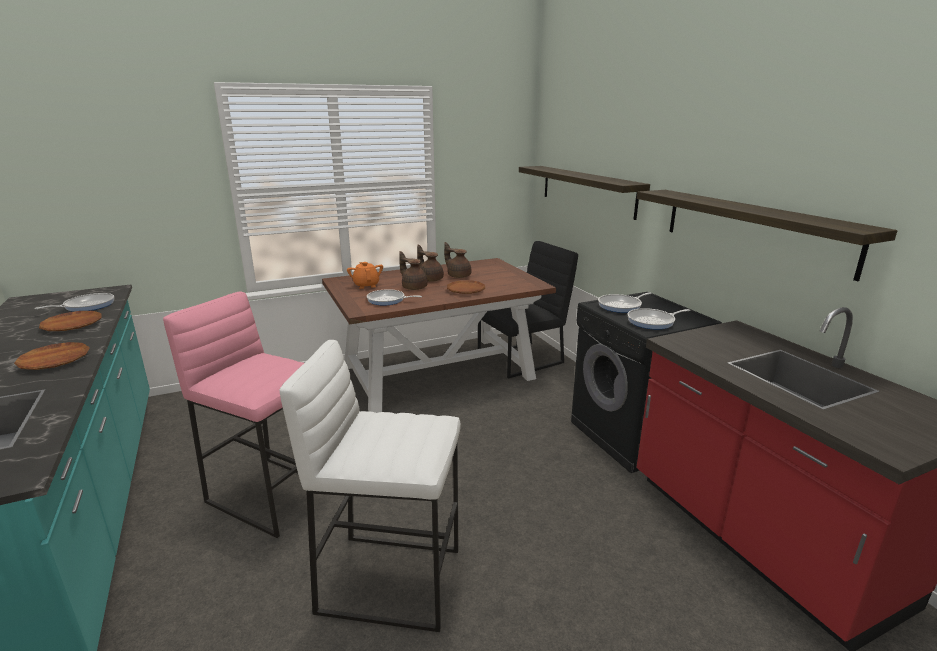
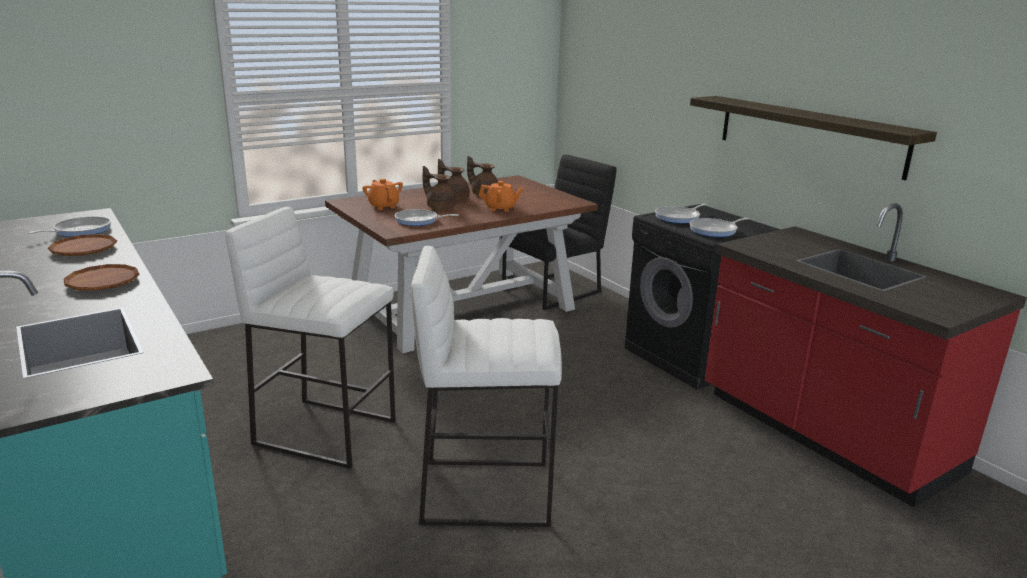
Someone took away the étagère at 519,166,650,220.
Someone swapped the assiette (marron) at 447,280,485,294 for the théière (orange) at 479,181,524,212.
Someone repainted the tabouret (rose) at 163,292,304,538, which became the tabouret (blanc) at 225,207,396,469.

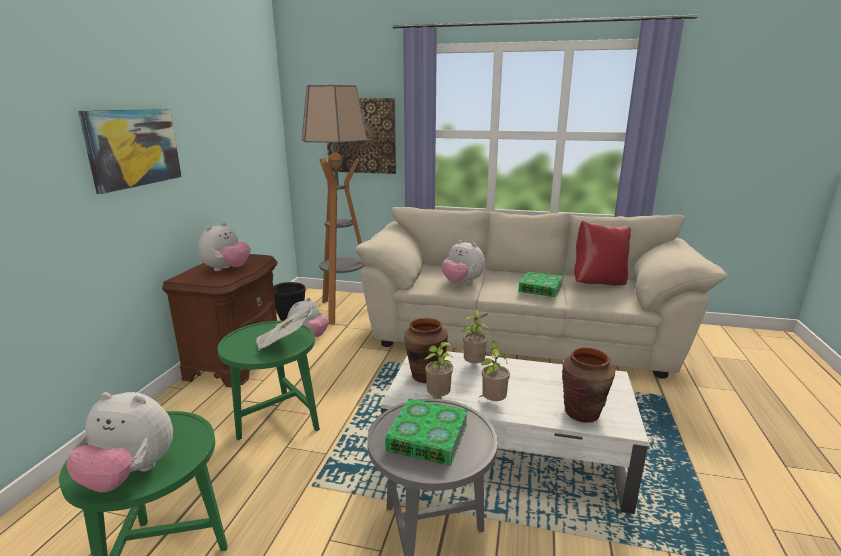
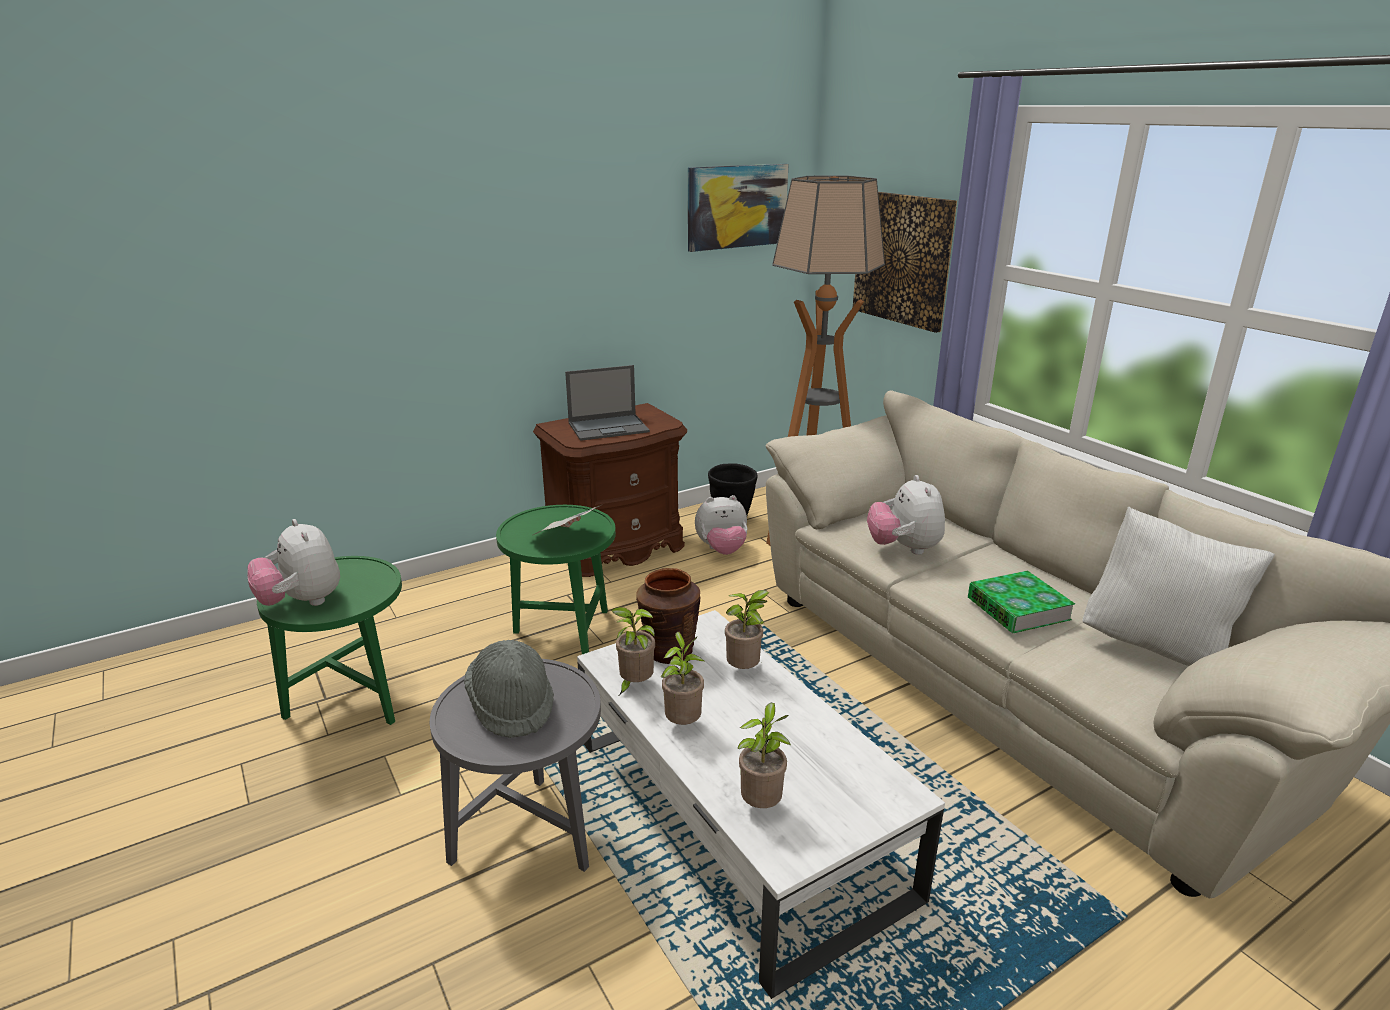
Someone carried the tableau from 78,109,182,194 to 688,164,789,252.
Someone repainted the coussin (rouge) at 574,220,631,285, which became the coussin (blanc) at 1083,507,1275,666.
Someone swapped the peluche at 198,222,250,271 for the ordinateur portable at 565,365,650,441.
Someone swapped the vase (marron) at 562,347,615,423 for the plante en pot at 738,702,791,808.
Someone swapped the livre at 385,399,468,466 for the chapeau (gris) at 464,640,554,738.

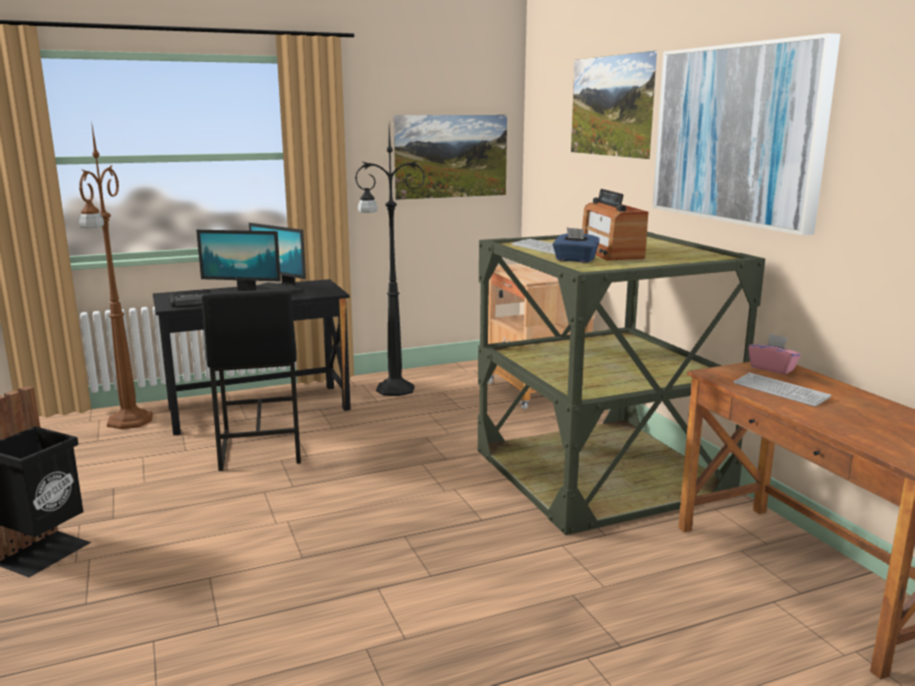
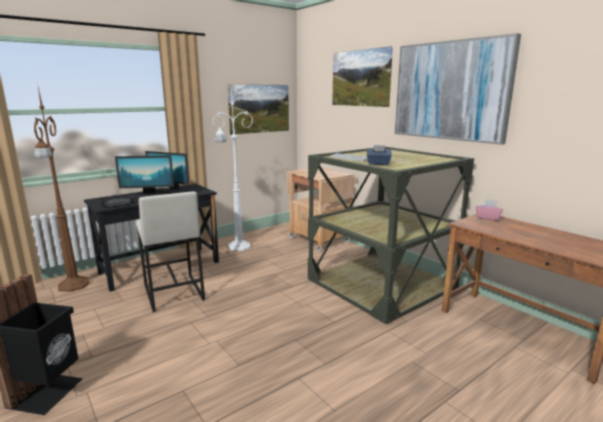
Someone repainted the lampadaire (noir) at 355,127,425,396, which became the lampadaire (blanc) at 213,96,253,251.
Someone took away the radio at 582,189,648,260.
Someone repainted the tabouret (noir) at 202,289,301,471, which became the tabouret (beige) at 136,191,205,312.
Someone took away the clavier at 733,373,831,407.

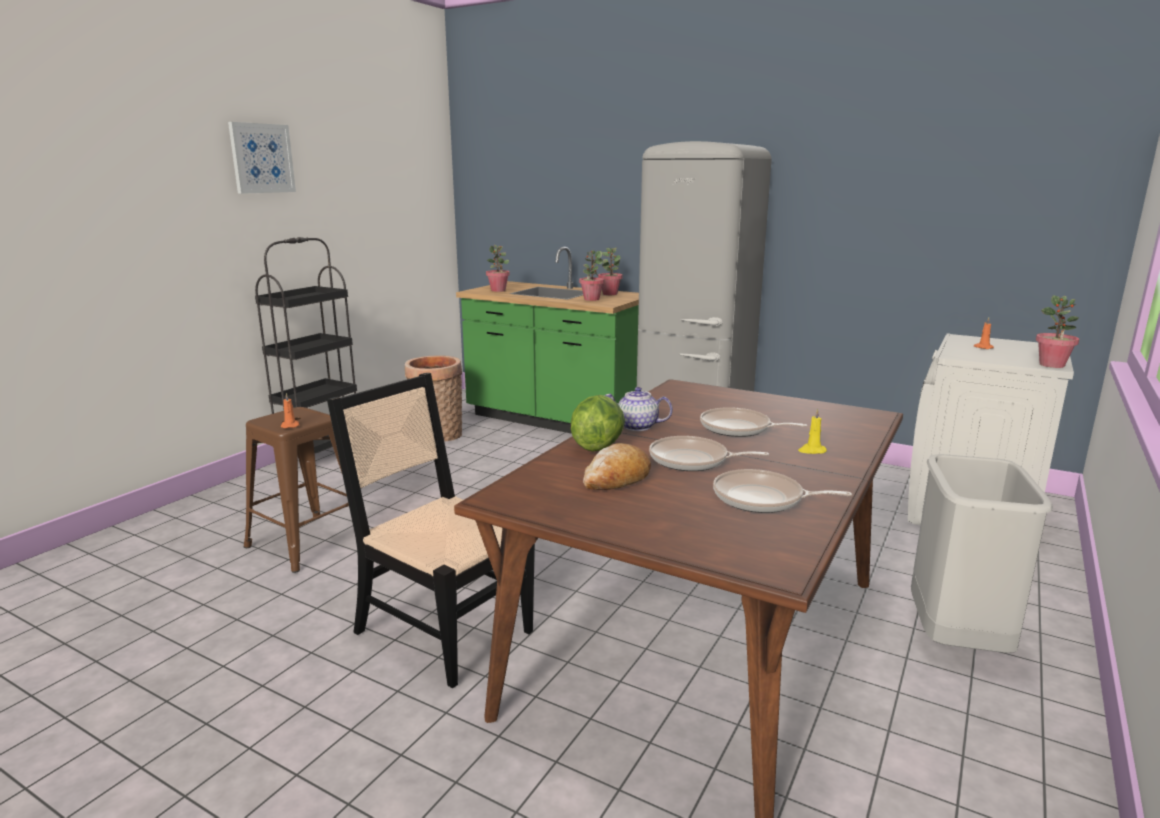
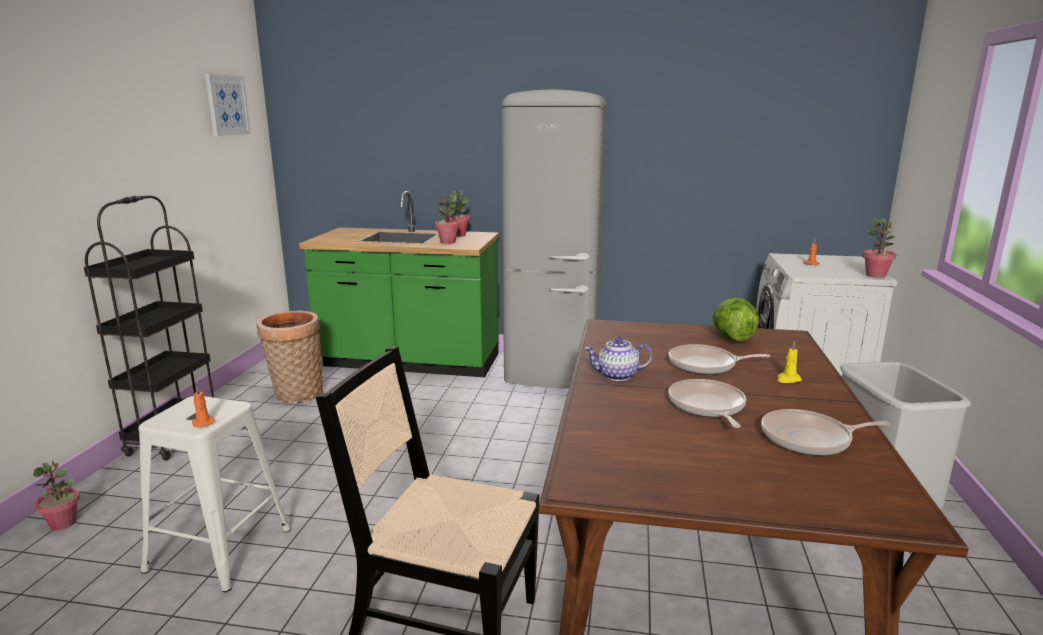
Someone carried the tableau from 228,122,296,194 to 205,74,251,136.
Someone carried the plante en pot from 486,245,510,292 to 33,460,80,530.
Someone carried the laitue from 570,395,625,452 to 713,297,759,342.
Someone repainted the tabouret (marron) at 244,407,349,573, which became the tabouret (blanc) at 139,396,291,592.
Someone rotated the poêle at 649,436,769,471 by 90 degrees clockwise.
Someone took away the pain at 583,443,651,490.

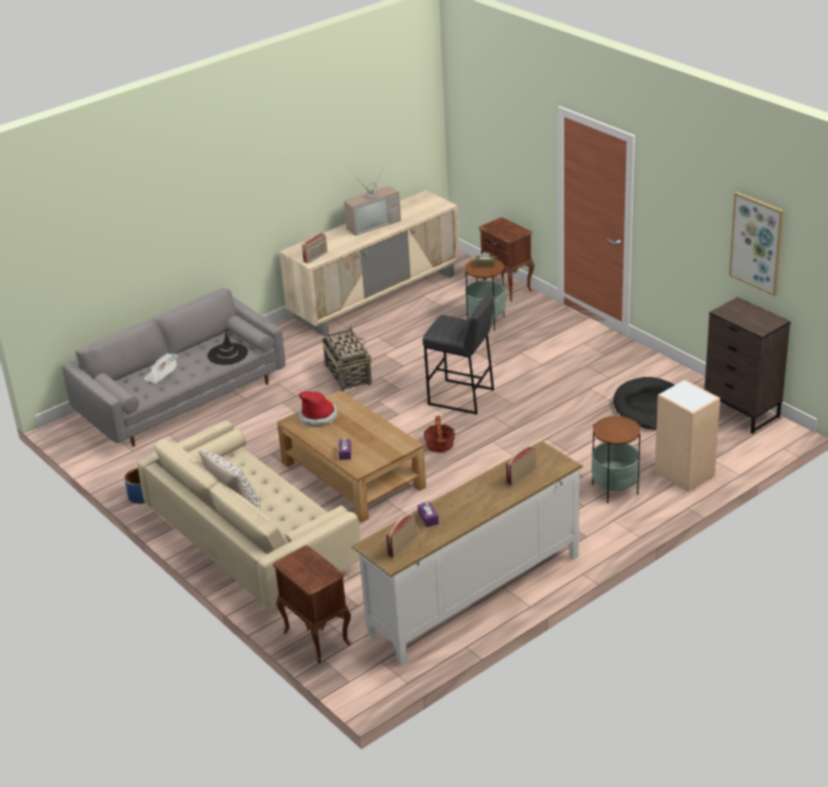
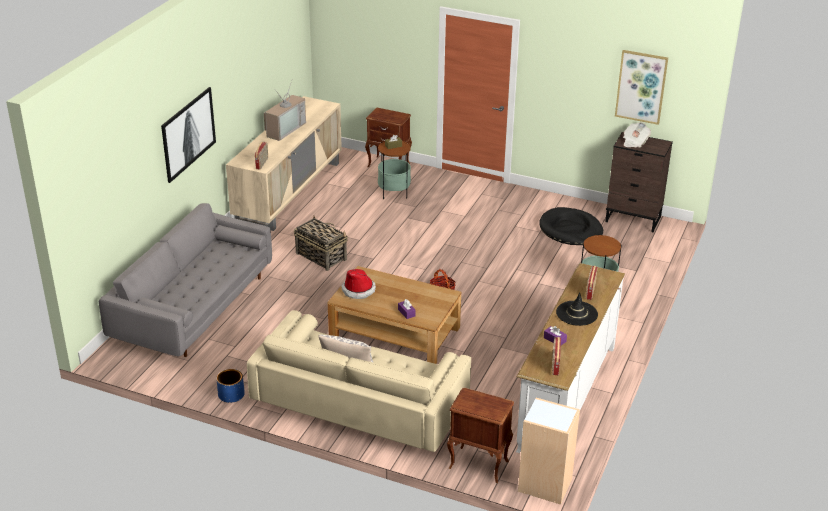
Someone took away the tabouret (gris) at 422,294,494,414.
Someone carried the chapeau (noir) from 207,334,248,365 to 556,293,598,326.
Someone carried the journal from 144,353,178,384 to 623,122,651,148.
Someone carried the bibliothèque from 655,380,720,492 to 518,398,580,505.
Someone put up the tableau at 161,87,216,183.

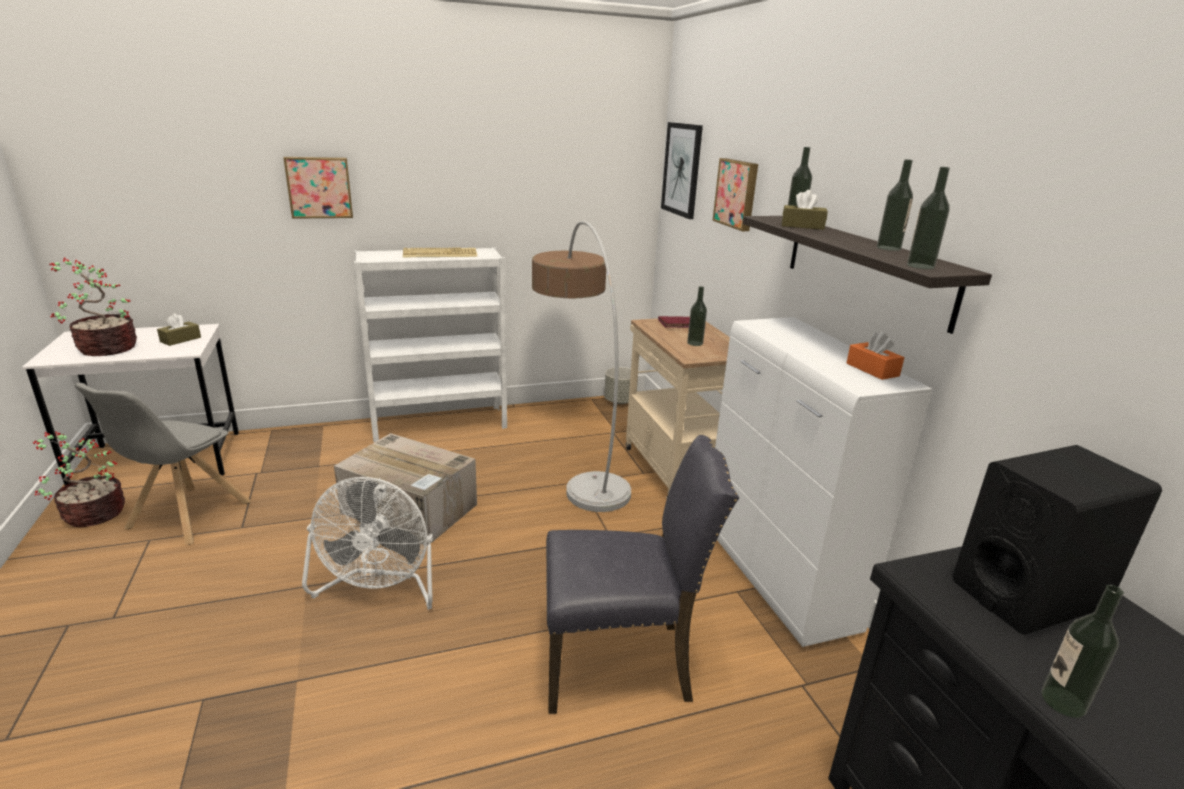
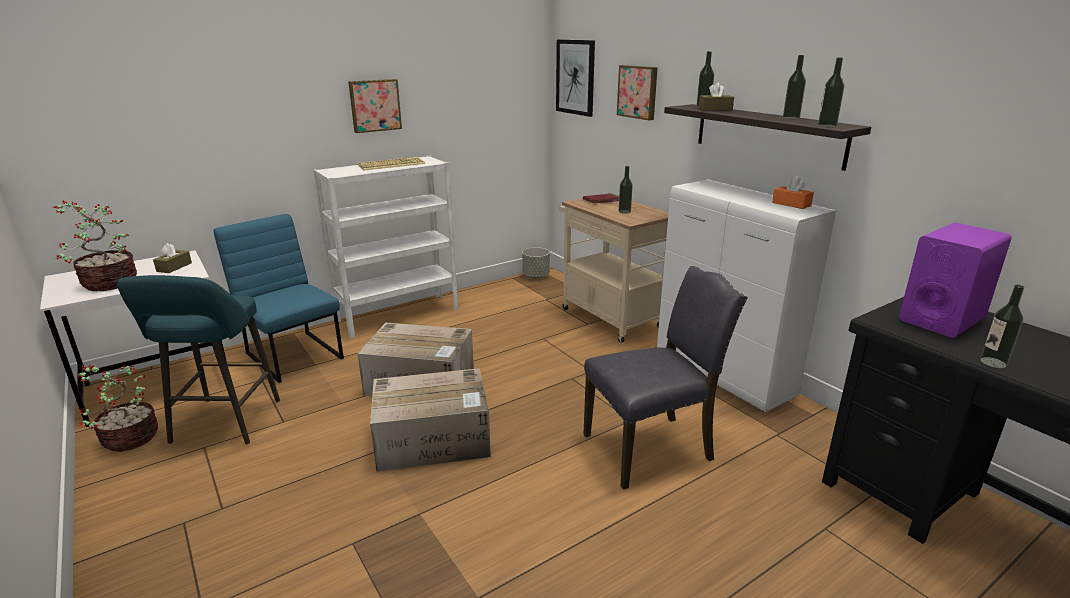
Someone carried the tableau from 283,157,353,219 to 348,79,402,133.
Someone took away the lampadaire at 532,221,631,512.
Someone swapped the chaise (gris) at 75,383,250,545 for the tabouret (turquoise) at 117,275,280,444.
Someone repainted the enceinte (noir) at 953,445,1162,635, which became the enceinte (violet) at 899,222,1012,338.
Someone swapped the ventilateur (blanc) at 302,476,433,610 for the carton at 370,368,491,472.
Someone put down the chaise (bleu) at 214,214,344,383.

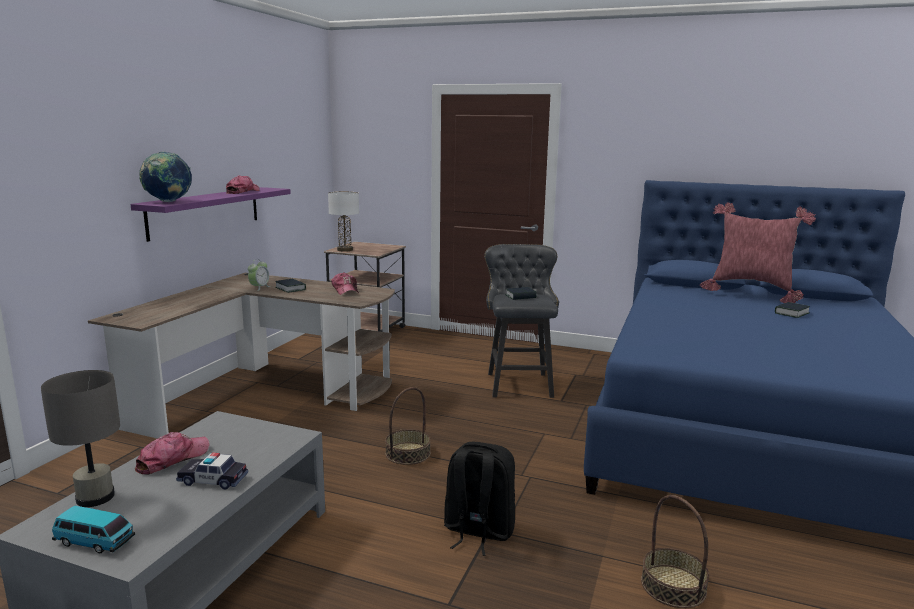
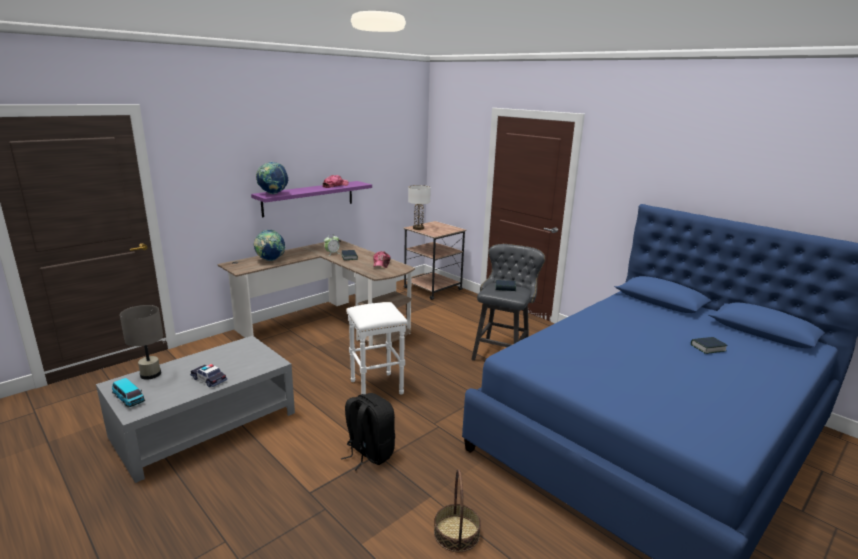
Someone took away the coussin (rouge) at 699,202,816,303.
Someone swapped the panier at 385,387,431,465 for the tabouret (blanc) at 346,302,407,395.
Someone took away the casquette at 135,432,209,475.
Someone put down the globe at 254,230,286,261.

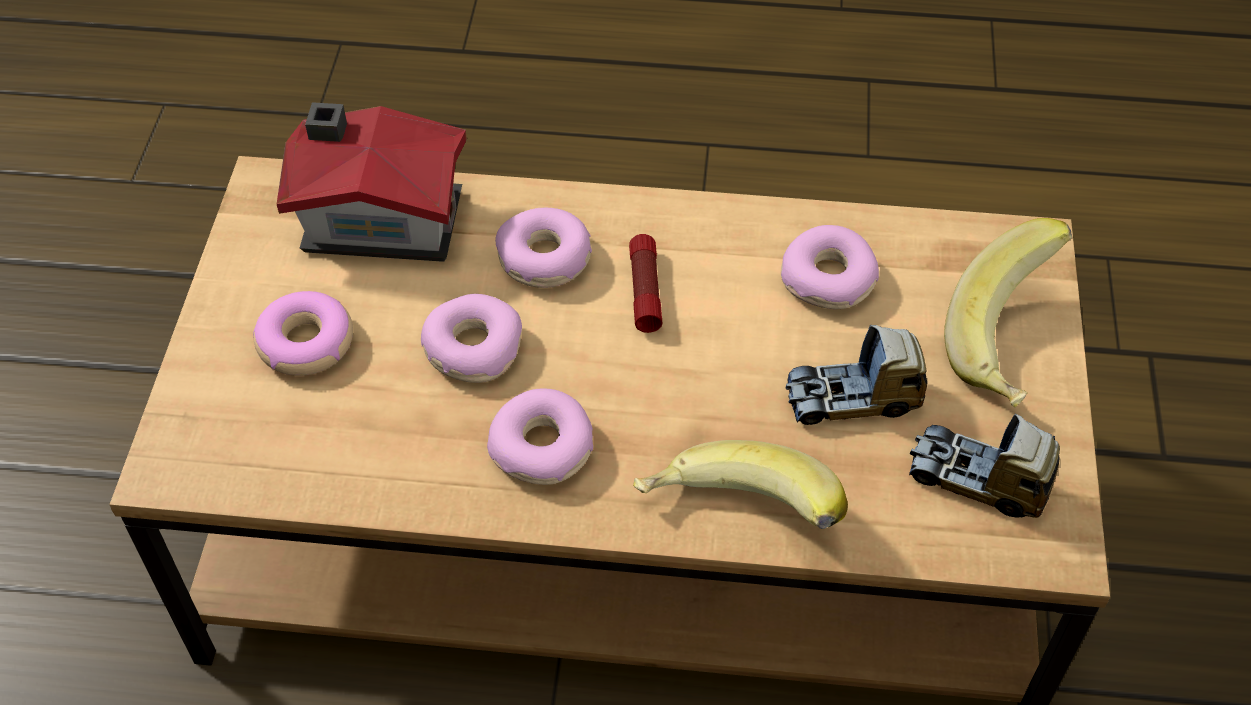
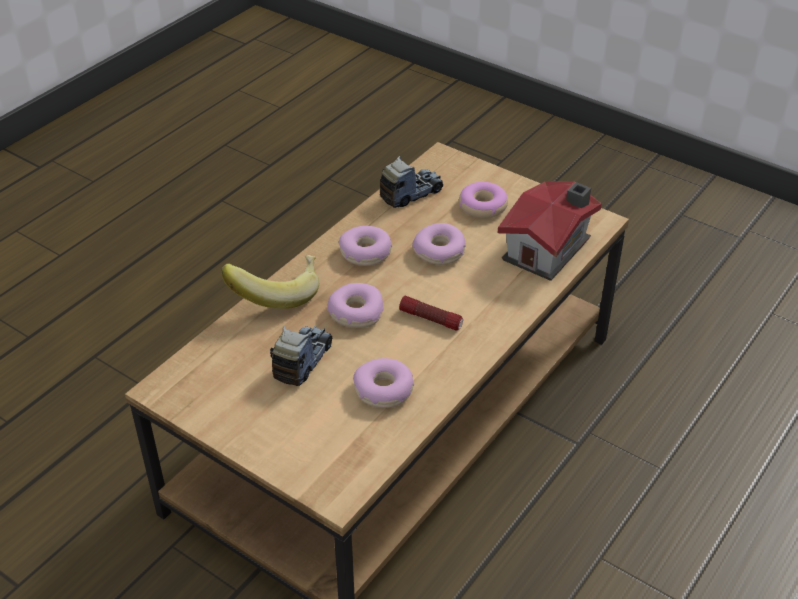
Someone carried the beignet from 495,208,592,288 to 327,283,384,328.
Someone took away the banane at 944,218,1072,407.
Someone carried the camion jouet from 909,413,1060,518 to 380,156,443,208.

